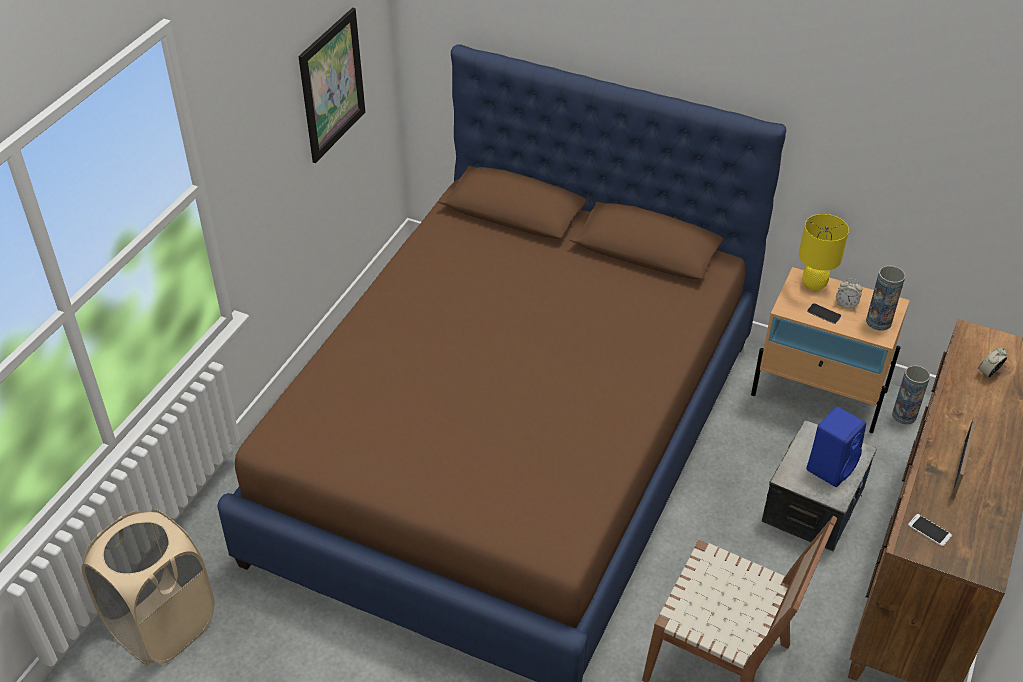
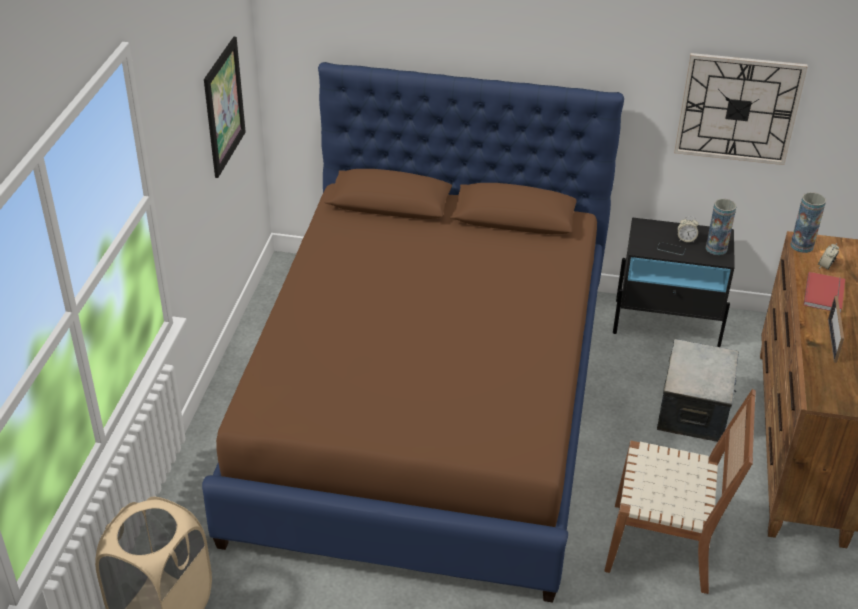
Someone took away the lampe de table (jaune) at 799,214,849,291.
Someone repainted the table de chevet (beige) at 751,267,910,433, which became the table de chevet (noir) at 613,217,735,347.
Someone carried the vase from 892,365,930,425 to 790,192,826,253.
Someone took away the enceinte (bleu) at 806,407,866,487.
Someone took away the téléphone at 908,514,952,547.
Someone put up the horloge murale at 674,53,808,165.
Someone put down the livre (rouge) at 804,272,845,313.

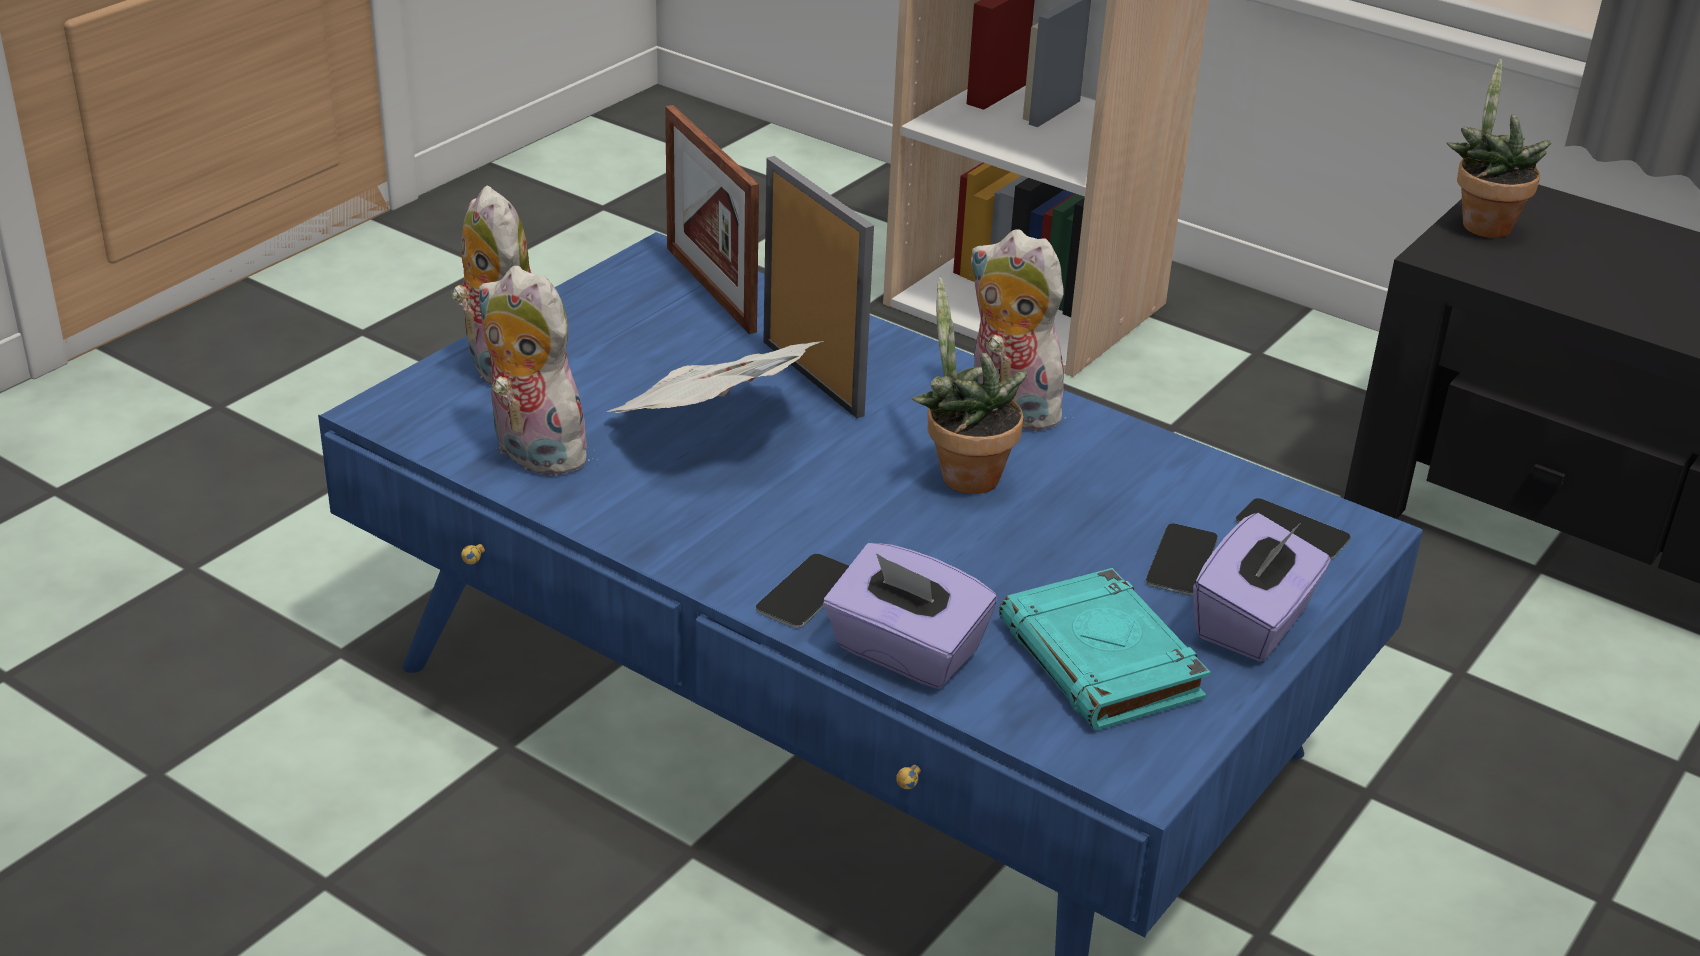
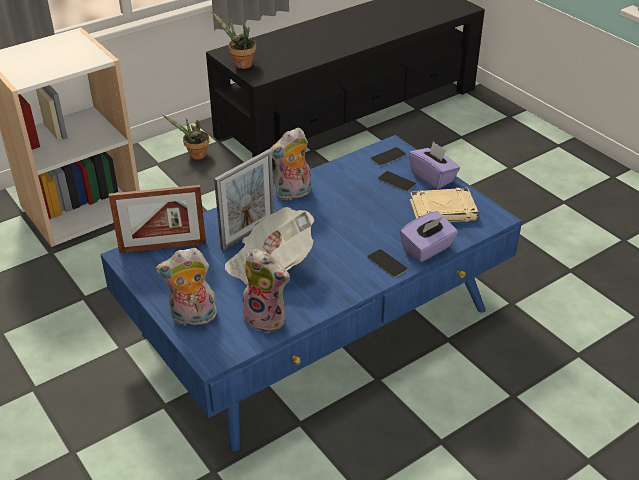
Someone rotated the cadre photo at 763,156,874,418 by 150 degrees clockwise.
Someone rotated the peluche at 478,266,597,476 by 120 degrees counterclockwise.
Someone carried the plante en pot from 912,277,1028,494 to 163,115,209,160.
Someone repainted the livre (turquoise) at 999,568,1211,731, which became the livre (beige) at 410,188,479,222.

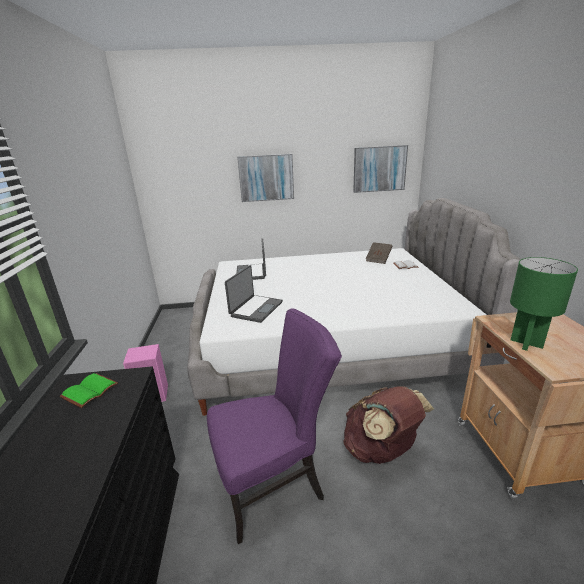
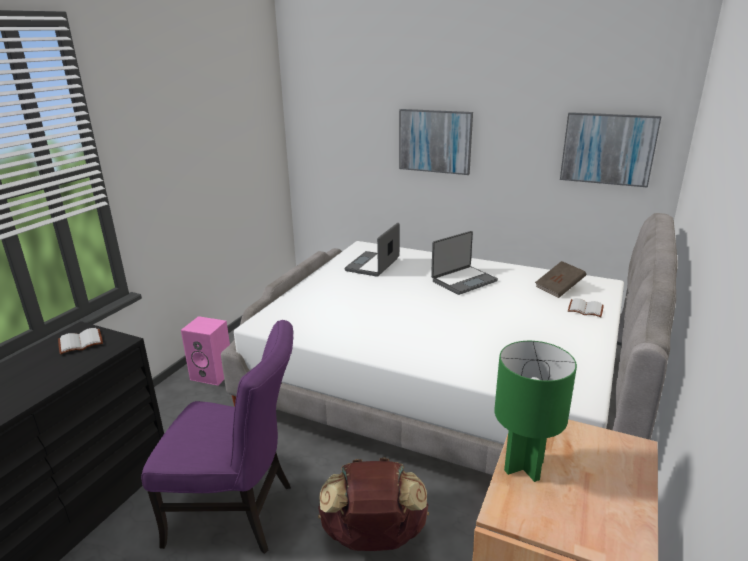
Someone carried the ordinateur portable from 225,265,283,323 to 431,231,498,295.
Someone repainted the livre (vert) at 60,373,118,408, which became the livre (blanc) at 58,328,103,355.

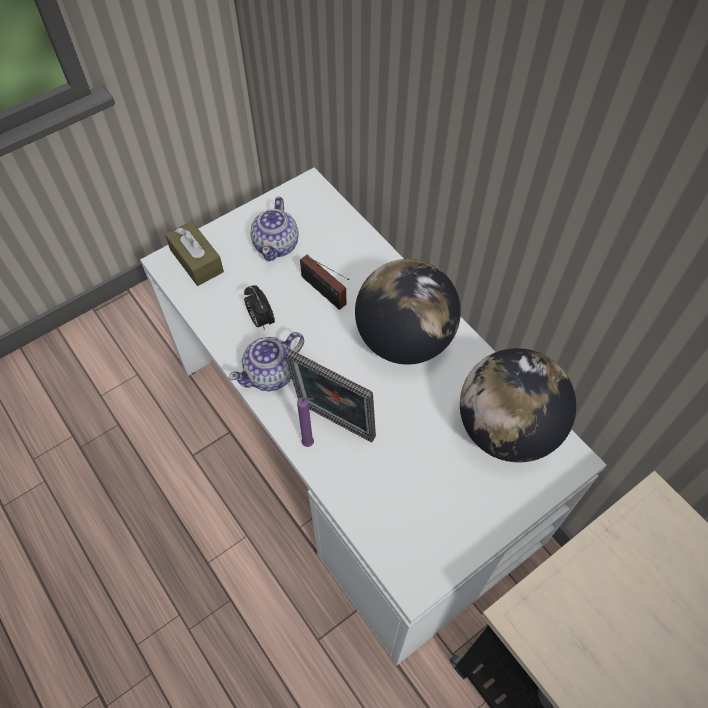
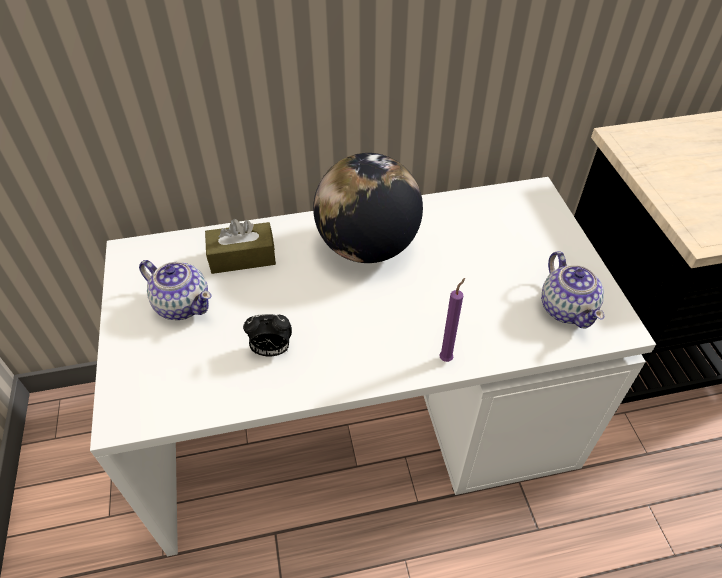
Someone carried the boîte à mouchoirs (marron) from 165,221,224,286 to 205,219,276,274.
Someone took away the radio at 300,255,349,310.
Someone carried the théière from 229,332,304,391 to 541,251,604,329.
Someone took away the globe at 460,348,576,462.
Someone took away the cadre photo at 285,349,376,442.

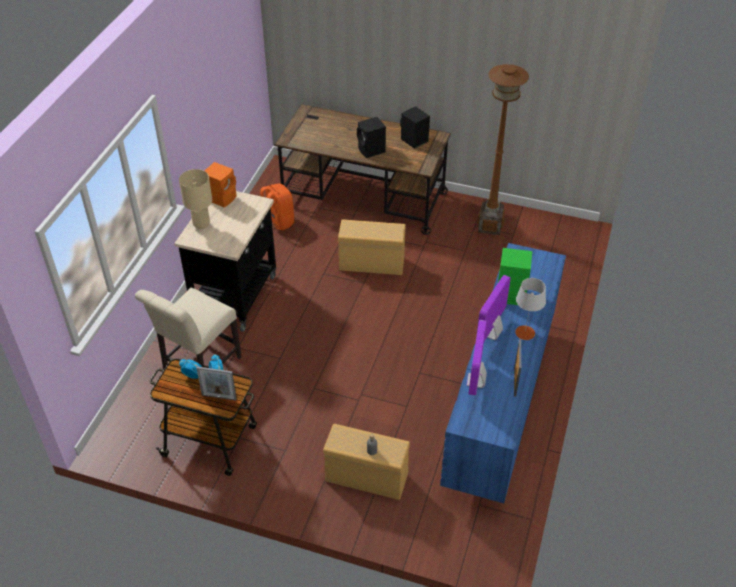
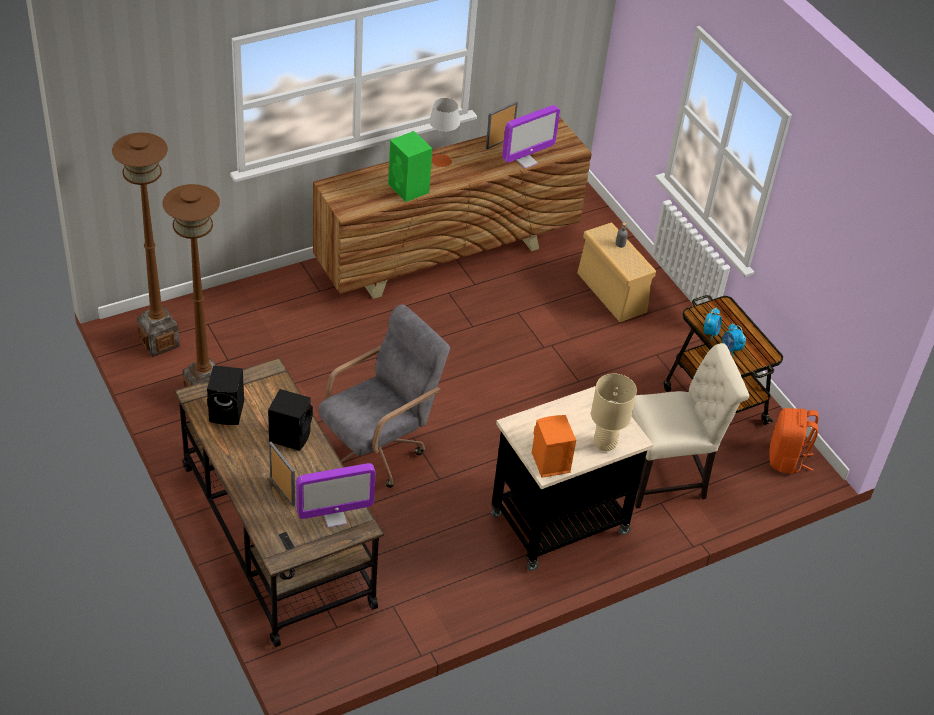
Someone carried the sac à dos (orange) from 260,183,294,231 to 769,408,819,474.
Someone swapped the boîte de rangement (beige) at 338,219,406,275 for the chaise de bureau (gris) at 319,304,450,488.
Someone repainted the meuble de rangement (bleu) at 440,243,566,503, which became the meuble de rangement (marron) at 313,116,592,299.
Someone carried the écran d'ordinateur from 476,275,511,341 to 296,463,375,528.
Someone carried the cadre photo from 196,366,237,400 to 269,442,295,506.
Someone put down the lampadaire (marron) at 112,133,180,357.

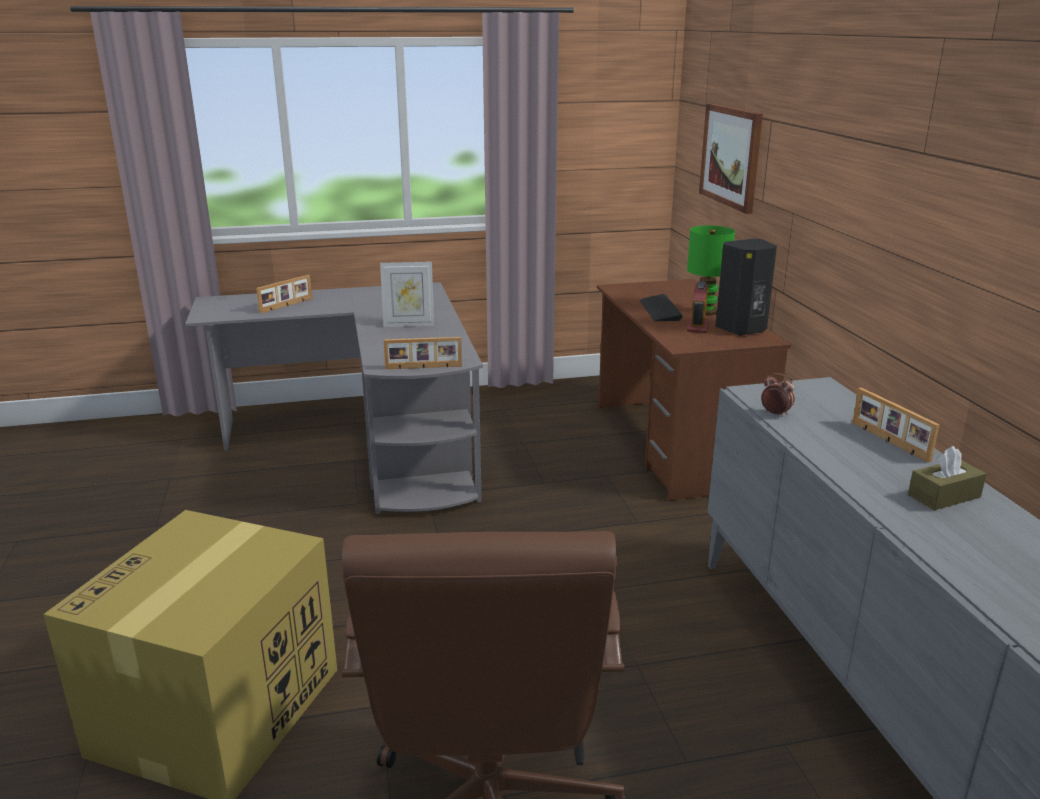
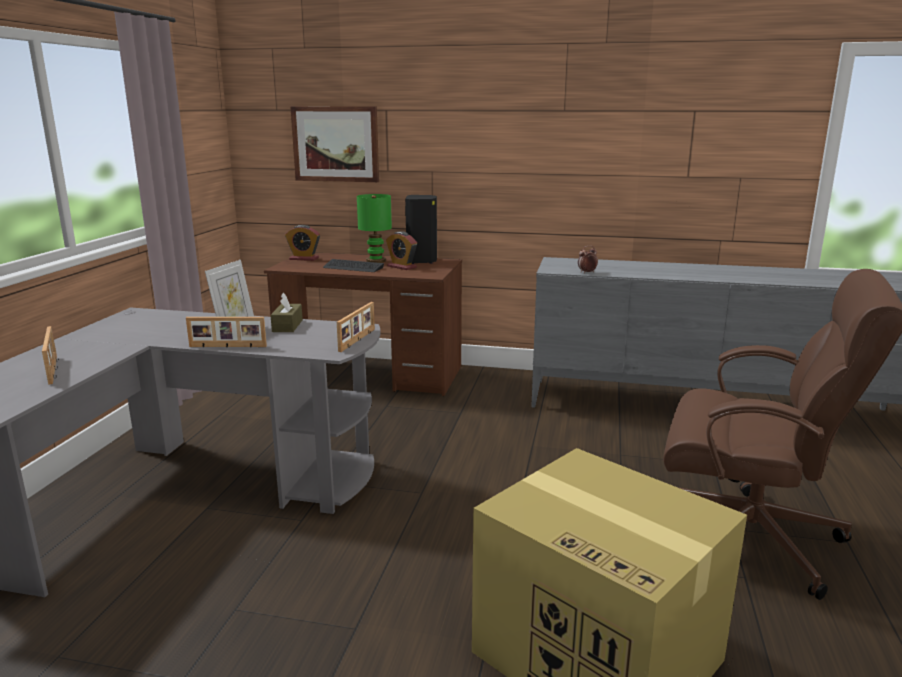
Someone carried the cadre photo from 852,388,940,463 to 186,317,267,348.
Someone carried the boîte à mouchoirs (marron) from 908,446,987,510 to 270,293,303,332.
Someone put down the réveil at 285,225,320,261.

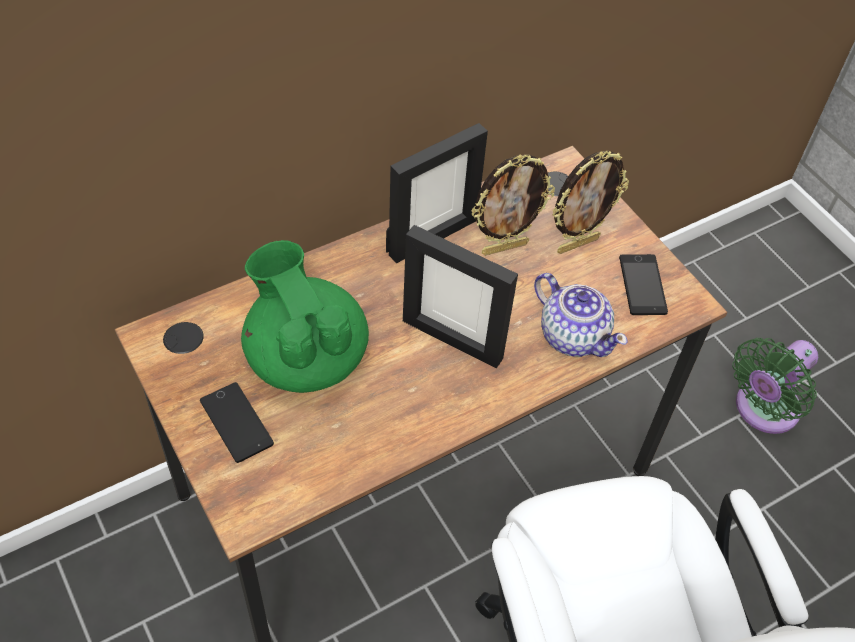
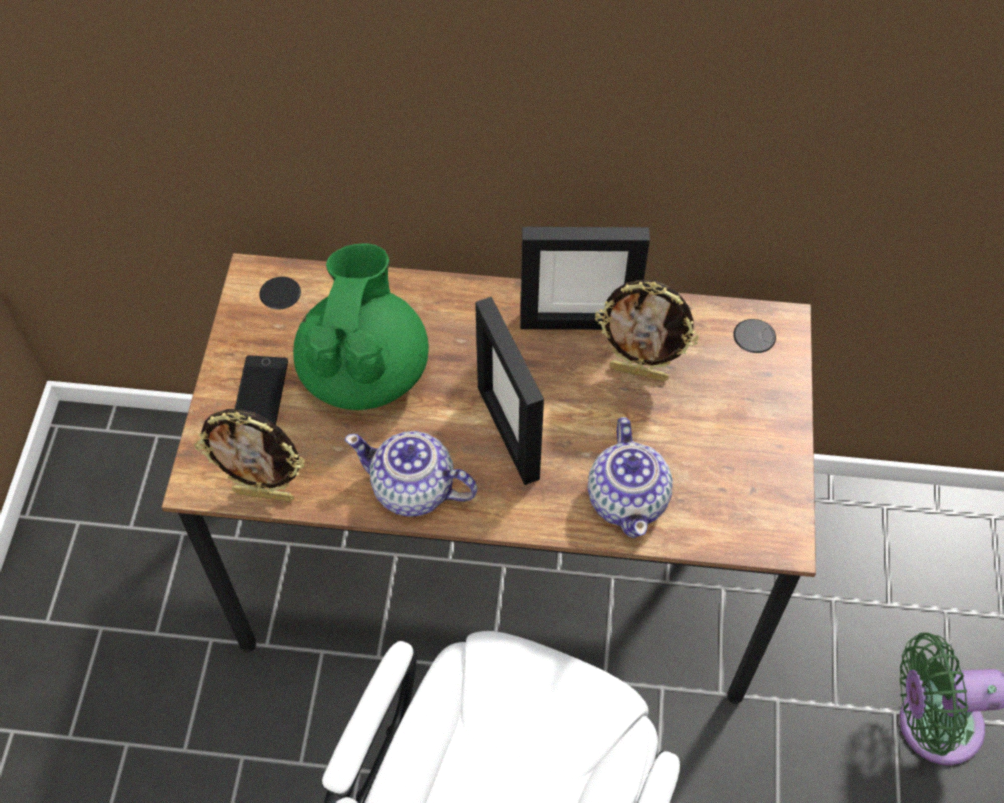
Someone carried the cadre photo from 552,151,629,254 to 194,409,305,502.
Someone took away the téléphone at 619,254,668,315.
Someone put down the théière at 345,431,477,517.

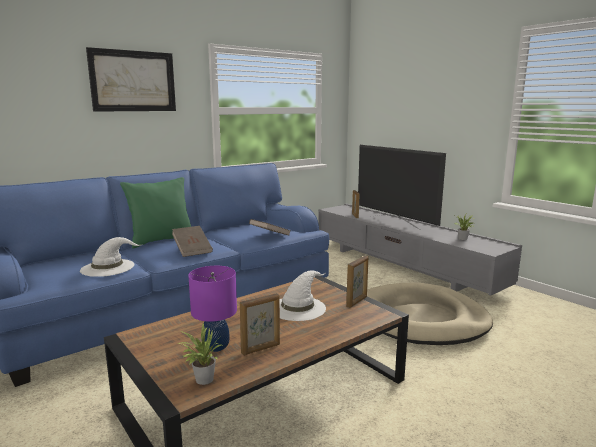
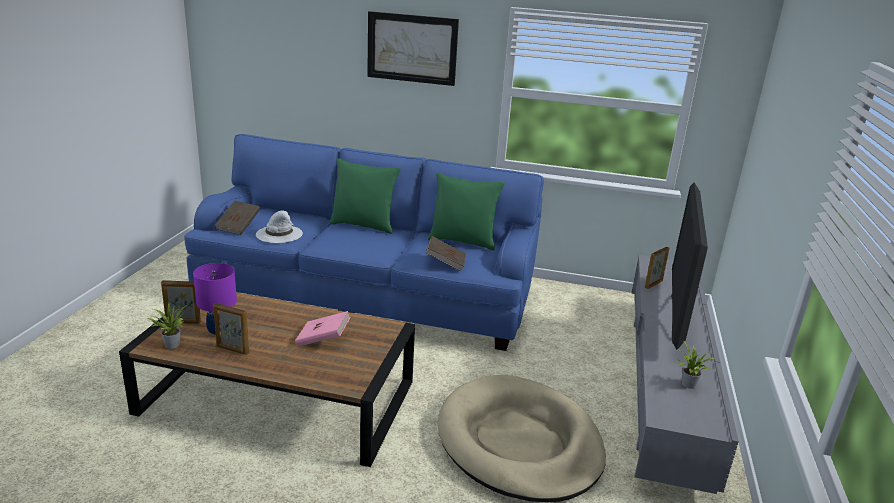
Someone carried the livre (marron) from 172,226,213,257 to 215,201,260,235.
Someone carried the cadre photo from 346,256,368,308 to 161,280,201,324.
Someone swapped the chapeau (blanc) at 280,270,326,321 for the livre (rose) at 295,311,351,347.
Someone put down the coussin (vert) at 428,172,504,250.

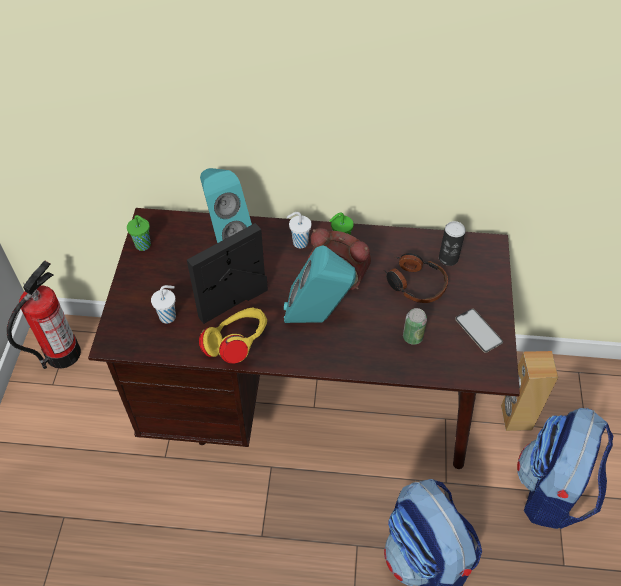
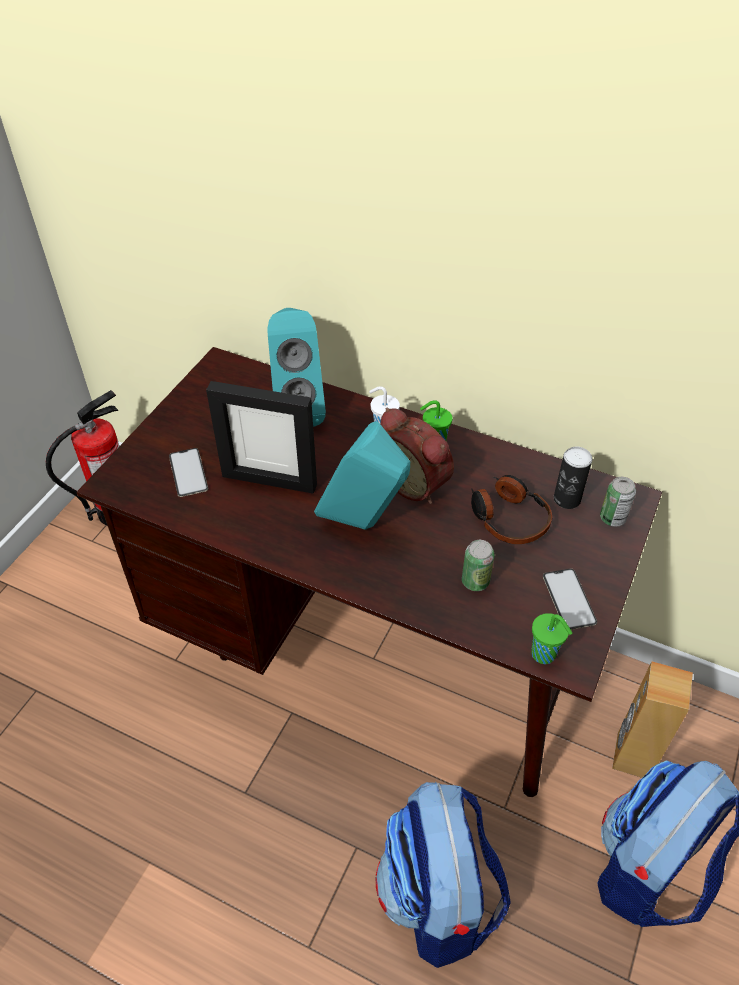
Someone carried the tasse (vert) from 127,215,151,251 to 531,613,572,664.
Someone rotated the cadre photo at 187,223,268,324 by 150 degrees counterclockwise.
Someone swapped the tasse (blanc) at 151,285,176,324 for the téléphone at 169,448,208,497.
Someone took away the casque audio (jaune) at 199,308,267,364.
Someone put down the boîte métallique at 600,477,636,527.

